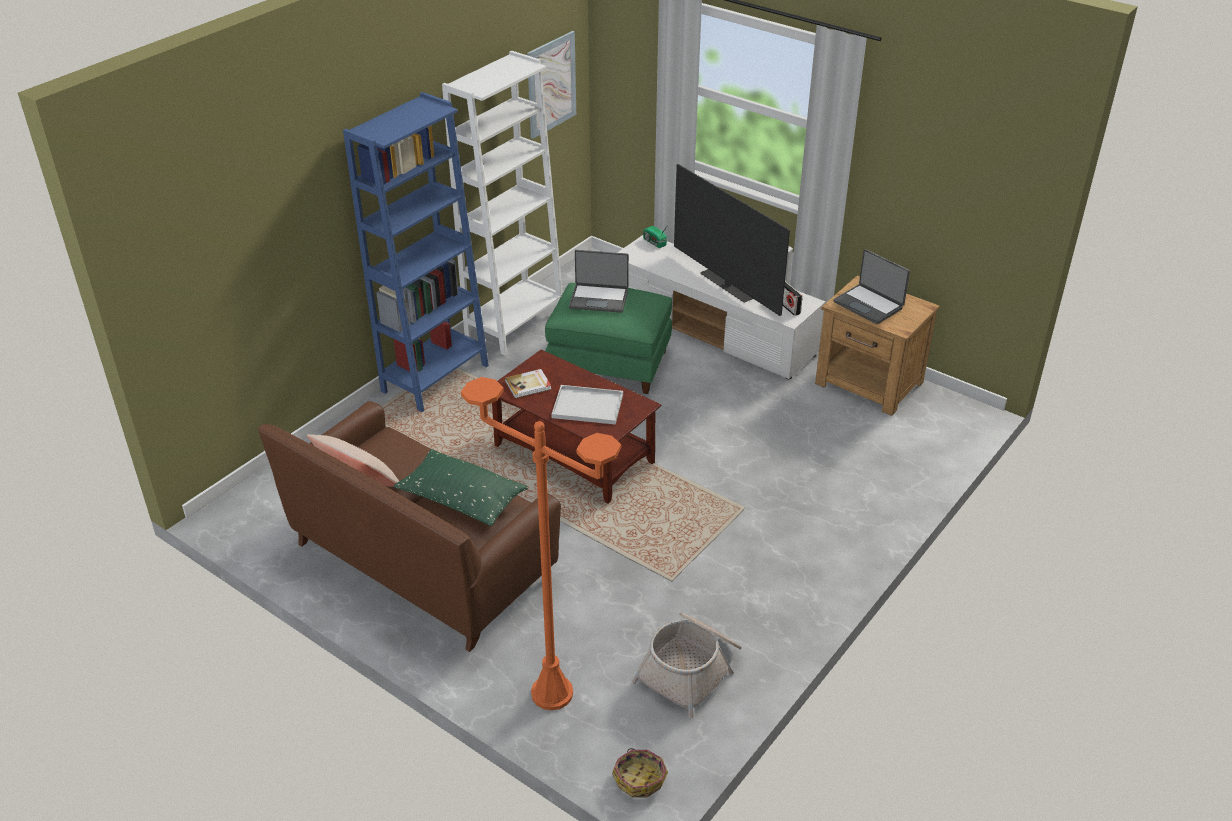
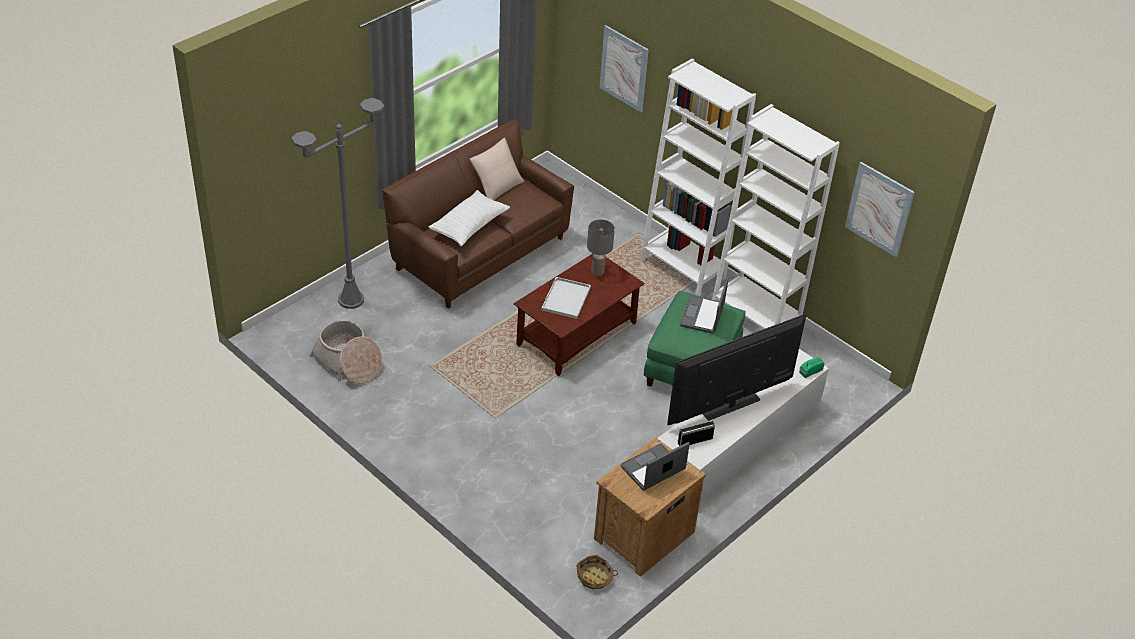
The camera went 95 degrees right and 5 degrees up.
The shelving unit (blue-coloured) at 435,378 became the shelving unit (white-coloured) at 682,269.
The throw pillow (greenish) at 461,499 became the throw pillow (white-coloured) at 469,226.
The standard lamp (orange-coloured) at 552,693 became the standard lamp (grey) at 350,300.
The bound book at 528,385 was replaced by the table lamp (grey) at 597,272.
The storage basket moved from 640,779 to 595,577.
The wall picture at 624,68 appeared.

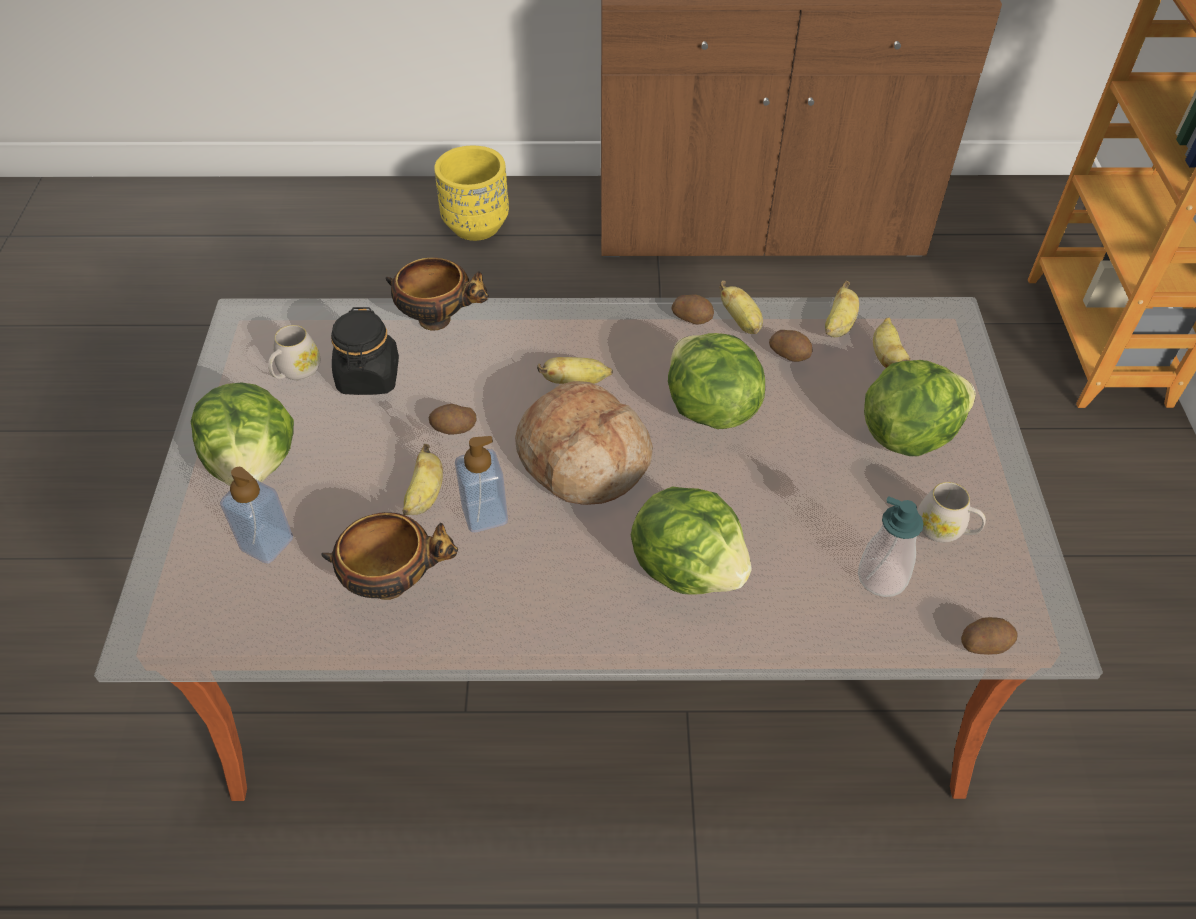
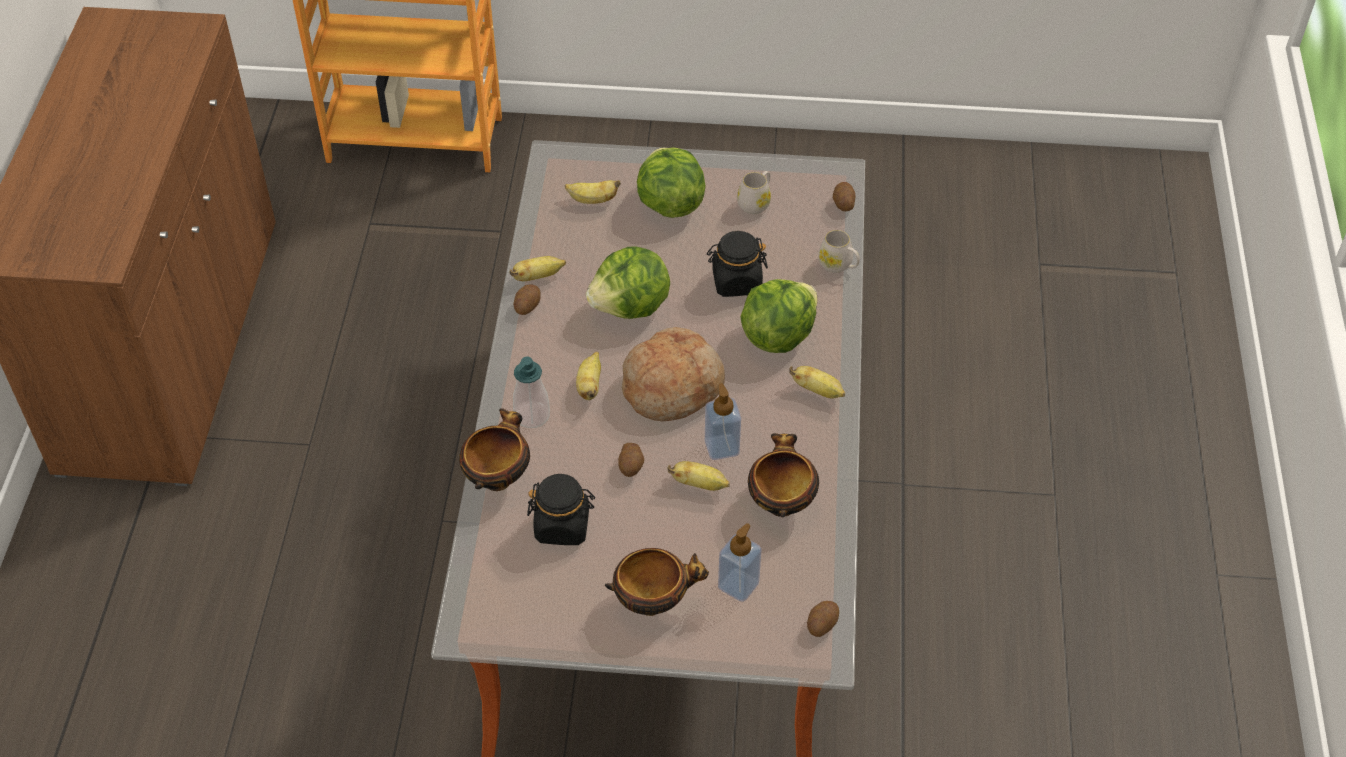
The camera went 85 degrees left and 0 degrees up.
The lettuce at 254,464 was replaced by the deep dish at 653,602.
The mug (white-coloured) moved from 296,372 to 838,265.
The plant pot (yellow) at 476,226 disappeared.
The potato moved from 789,354 to 821,624.
The banana fruit moved from 838,326 to 818,391.
The soap bottle moved from 882,577 to 532,415.
The preserve jar (black) at 736,281 appeared.

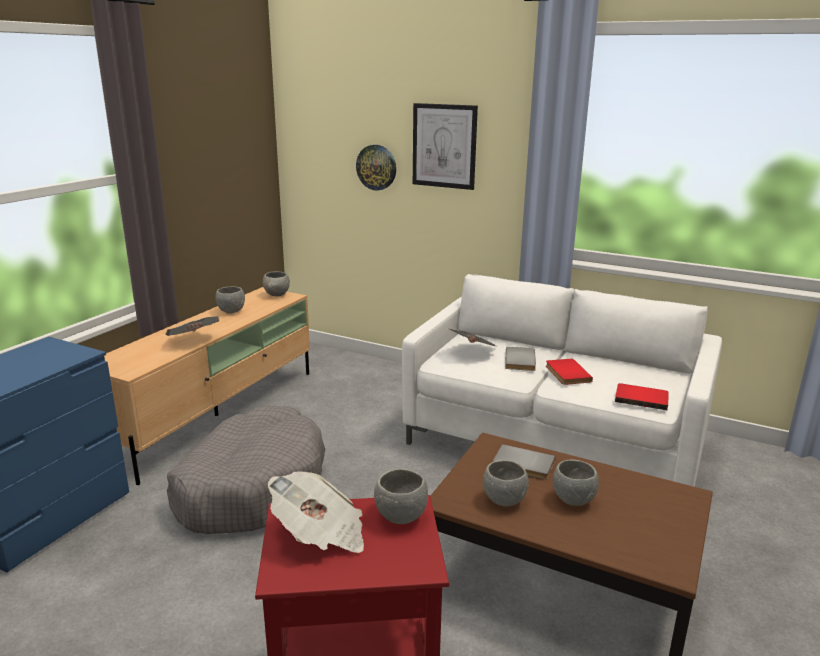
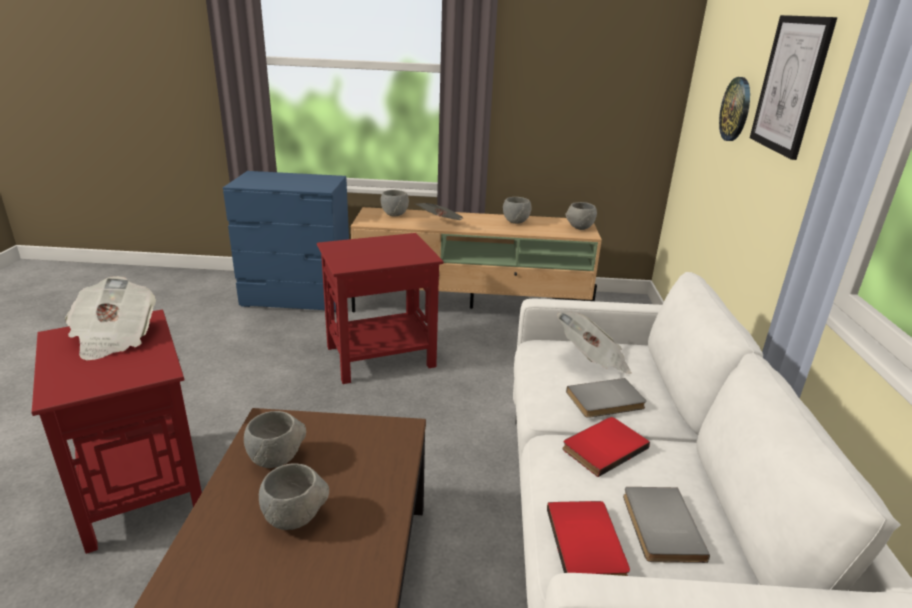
The camera went 65 degrees right and 5 degrees up.
The pet bed (grey) at 251,486 was replaced by the end table (red-coloured) at 379,357.
The deep dish (grey) moved from 400,517 to 395,215.
The bound book (grey) moved from 523,465 to 659,526.

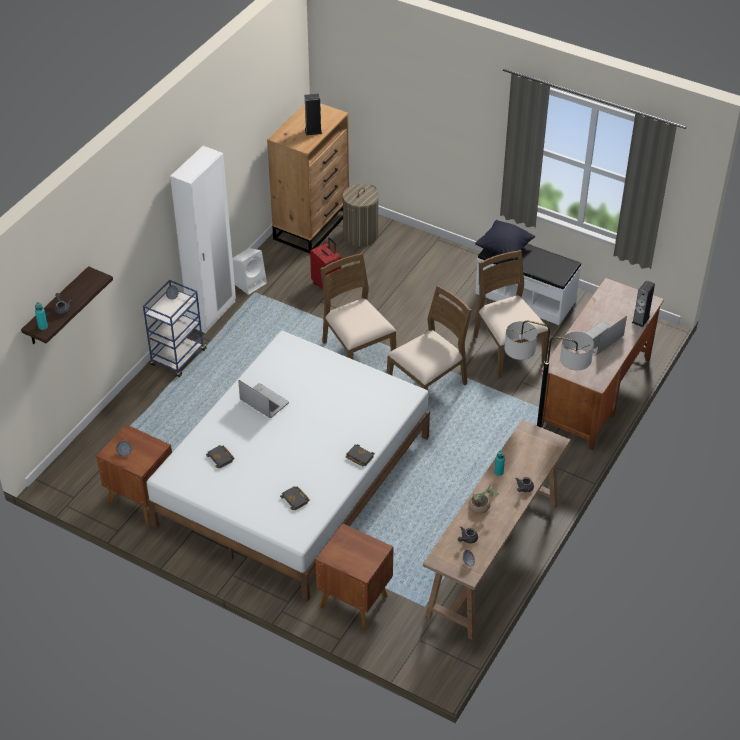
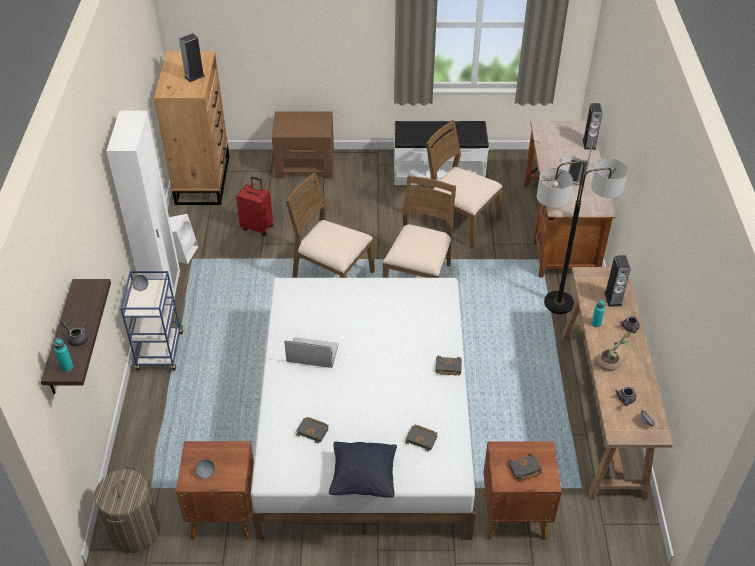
The camera went 30 degrees left and 0 degrees up.
The washing basket moved from 360,235 to 134,531.
The throw pillow (black) moved from 504,249 to 363,479.
The nightstand (brown-coloured) at 305,165 appeared.
The bound book (black) at 524,470 appeared.
The audio speaker at 613,299 appeared.

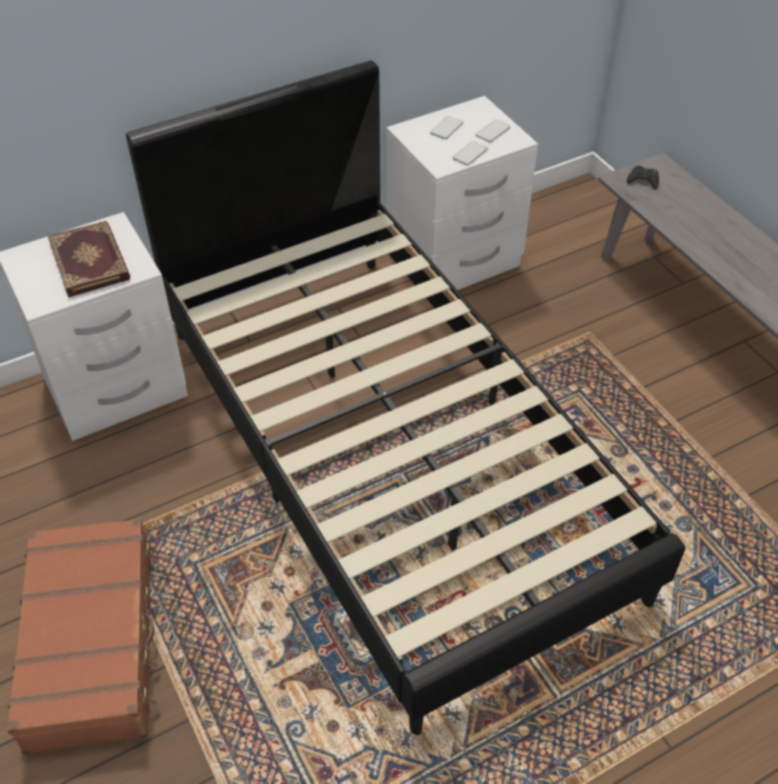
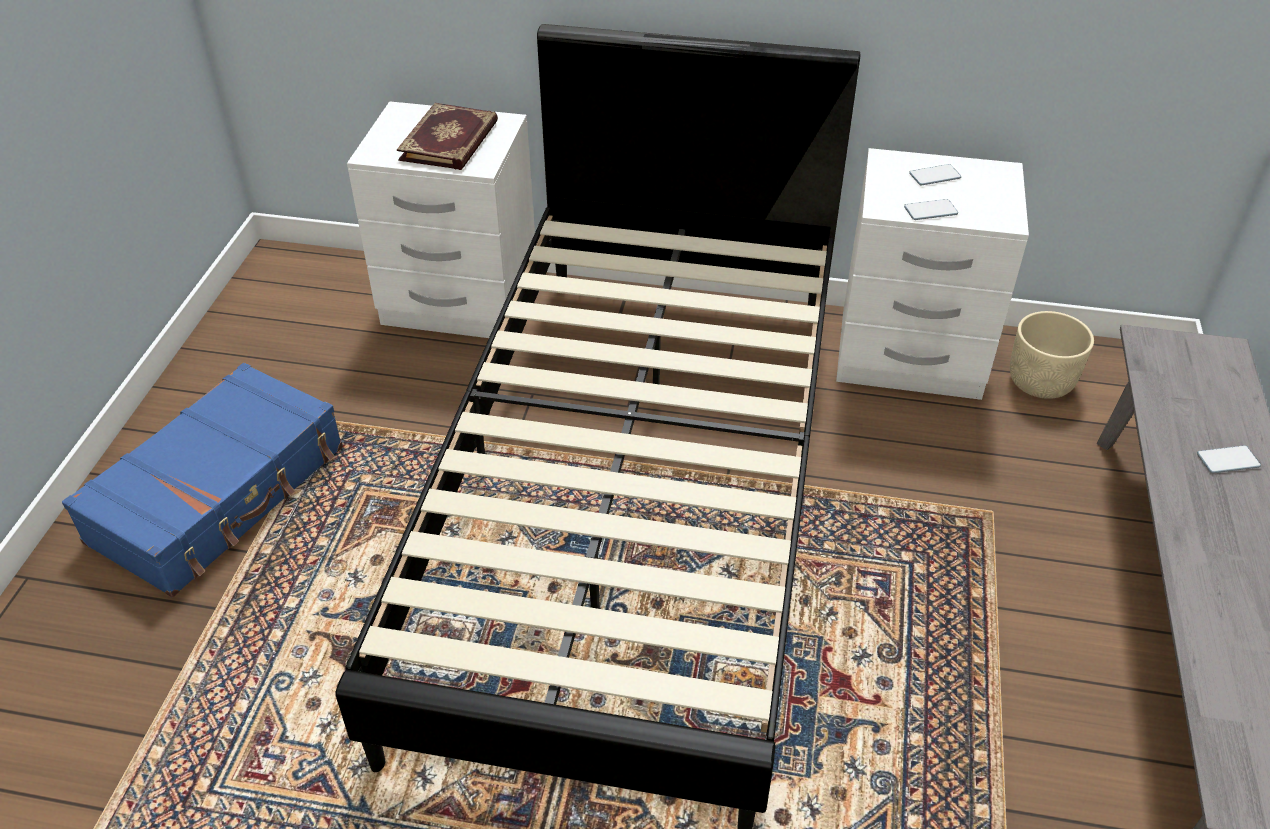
The camera went 40 degrees right and 5 degrees down.
The piece of luggage (brown-coloured) at 94,643 became the piece of luggage (blue-coloured) at 220,495.
The handset moved from 492,132 to 1227,460.
The gamepad (black) at 643,180 disappeared.
The plant pot (beige) at 1041,382 appeared.

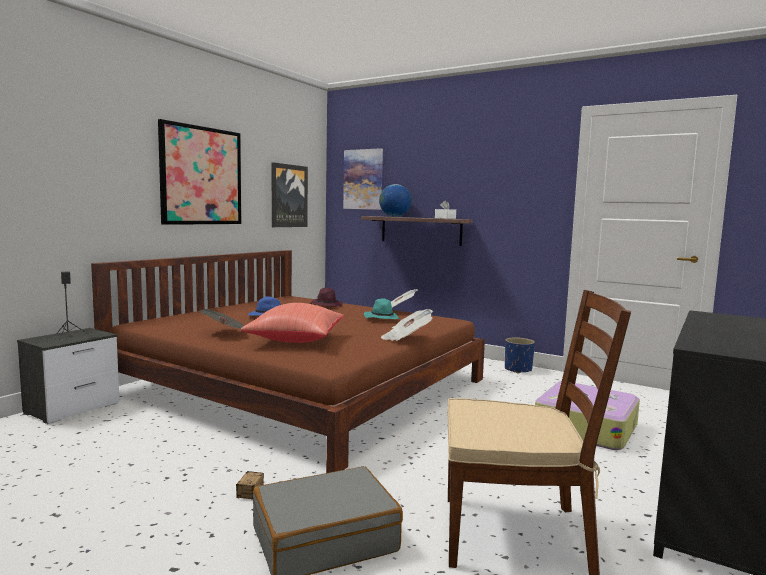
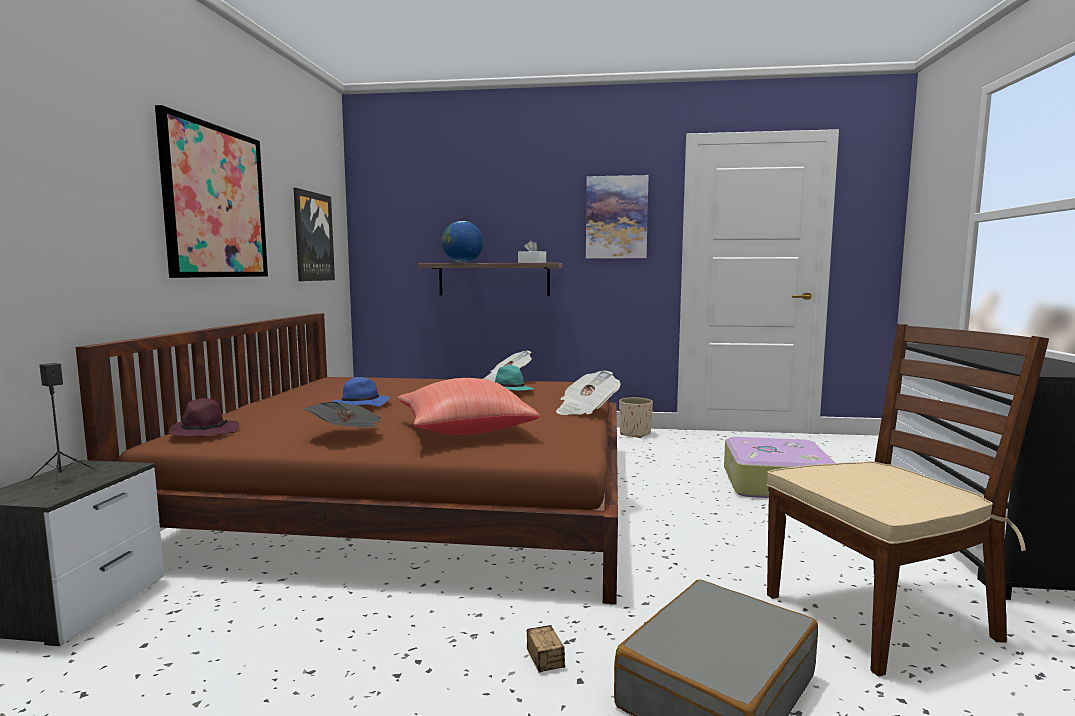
The camera went 25 degrees left and 0 degrees up.
The hat (purplish) moved from 326,305 to 203,433.
The wall picture moved from 363,179 to 616,217.
The plant pot (blue-coloured) at 518,369 became the plant pot (beige) at 635,434.

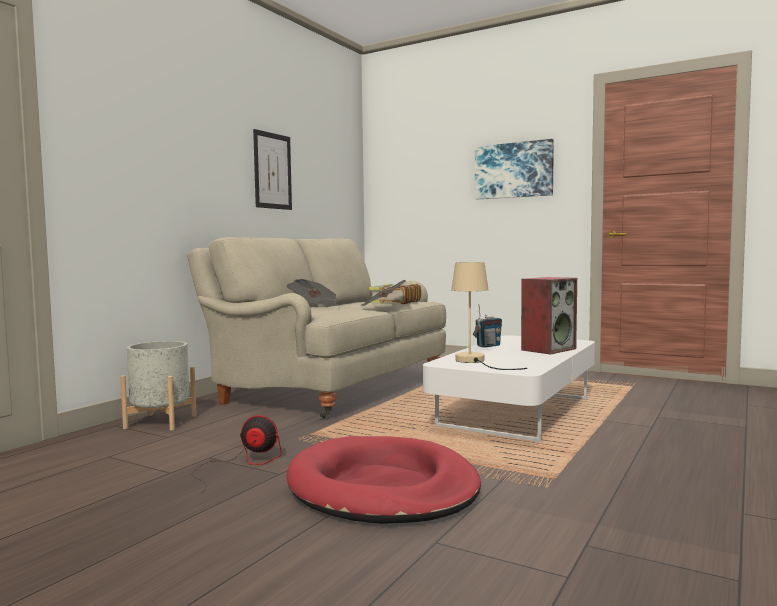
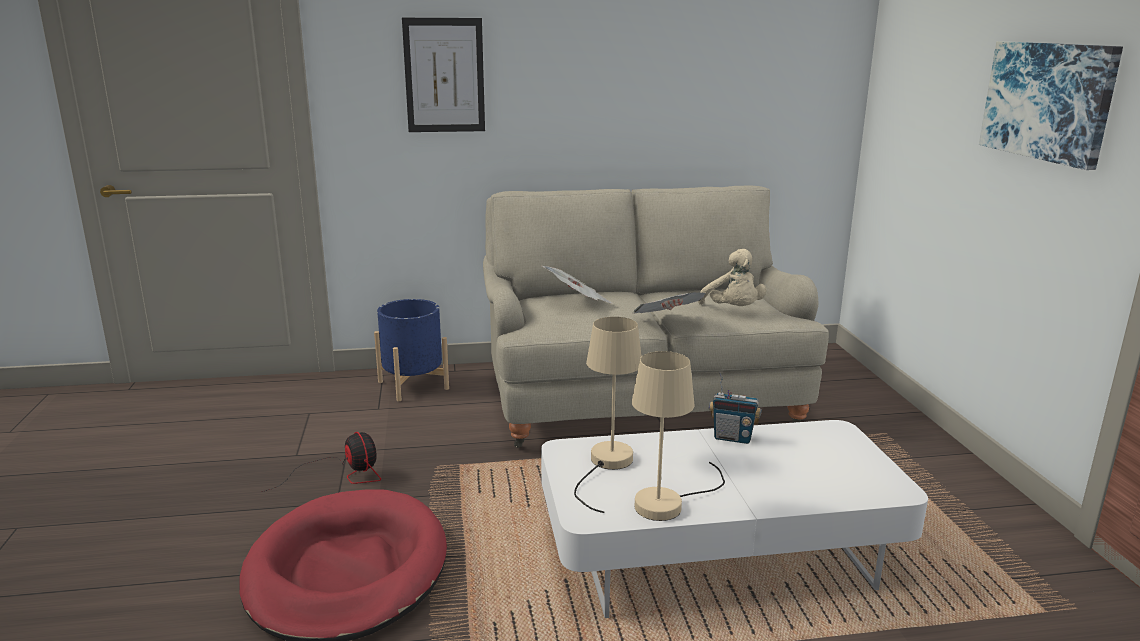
The camera went 50 degrees right and 15 degrees up.
The plant pot (grey) at 161,422 became the plant pot (blue-coloured) at 413,385.
The wall picture moved from 272,171 to 444,75.
The bound book at 394,302 was replaced by the cuddly toy (beige) at 733,310.
The audio speaker at 548,349 disappeared.
The table lamp (beige) at 669,502 appeared.

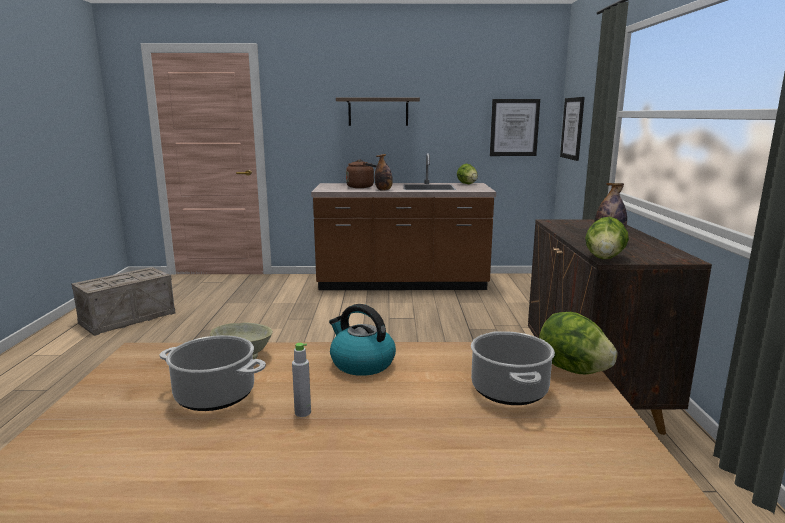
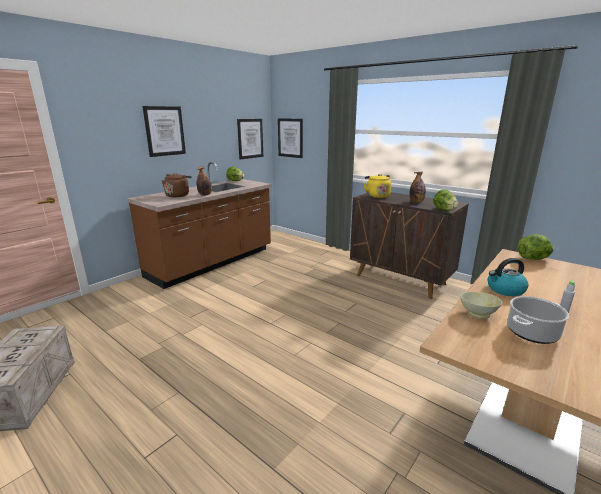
The camera went 50 degrees left and 5 degrees up.
The shelf at 378,112 was replaced by the wall picture at 164,131.
The cooking pot at 508,389 disappeared.
The water kettle (yellow) at 377,196 appeared.

